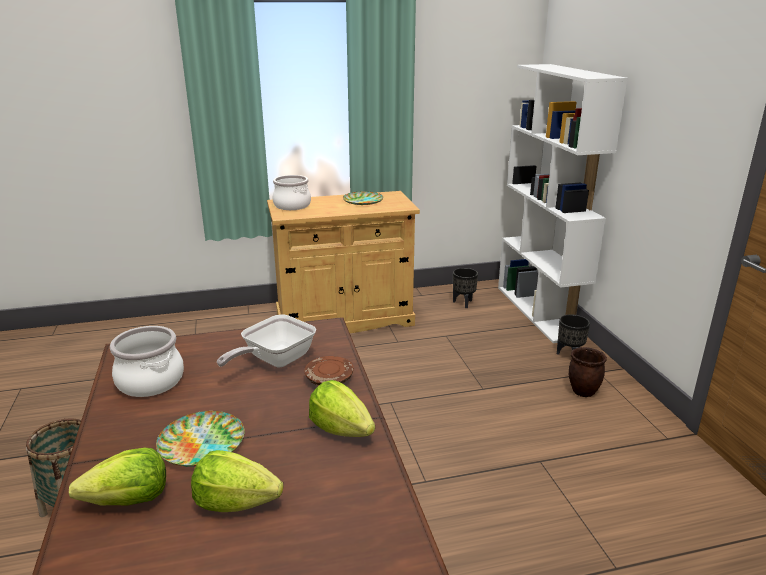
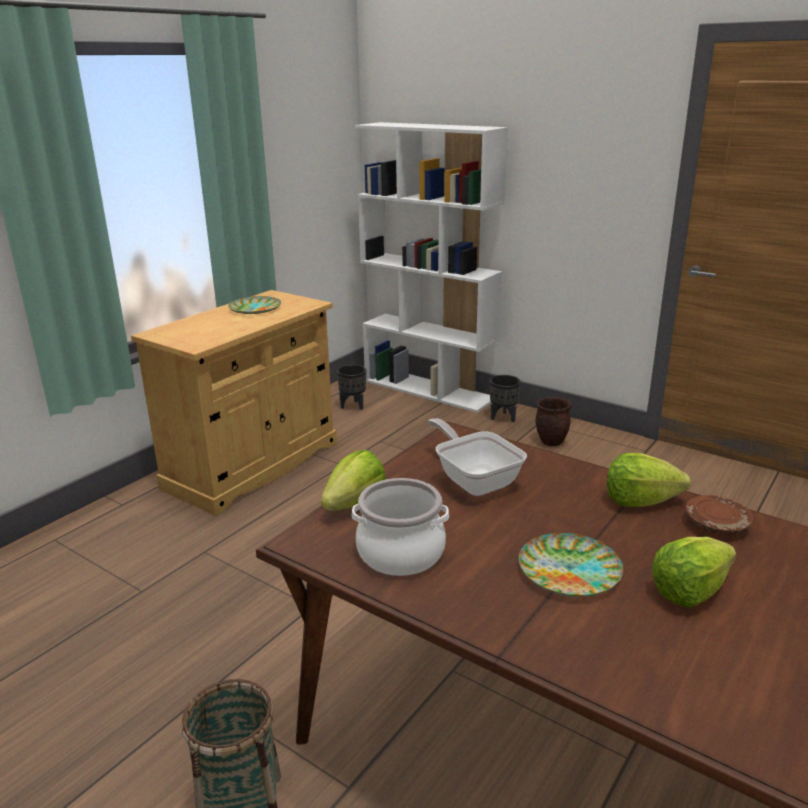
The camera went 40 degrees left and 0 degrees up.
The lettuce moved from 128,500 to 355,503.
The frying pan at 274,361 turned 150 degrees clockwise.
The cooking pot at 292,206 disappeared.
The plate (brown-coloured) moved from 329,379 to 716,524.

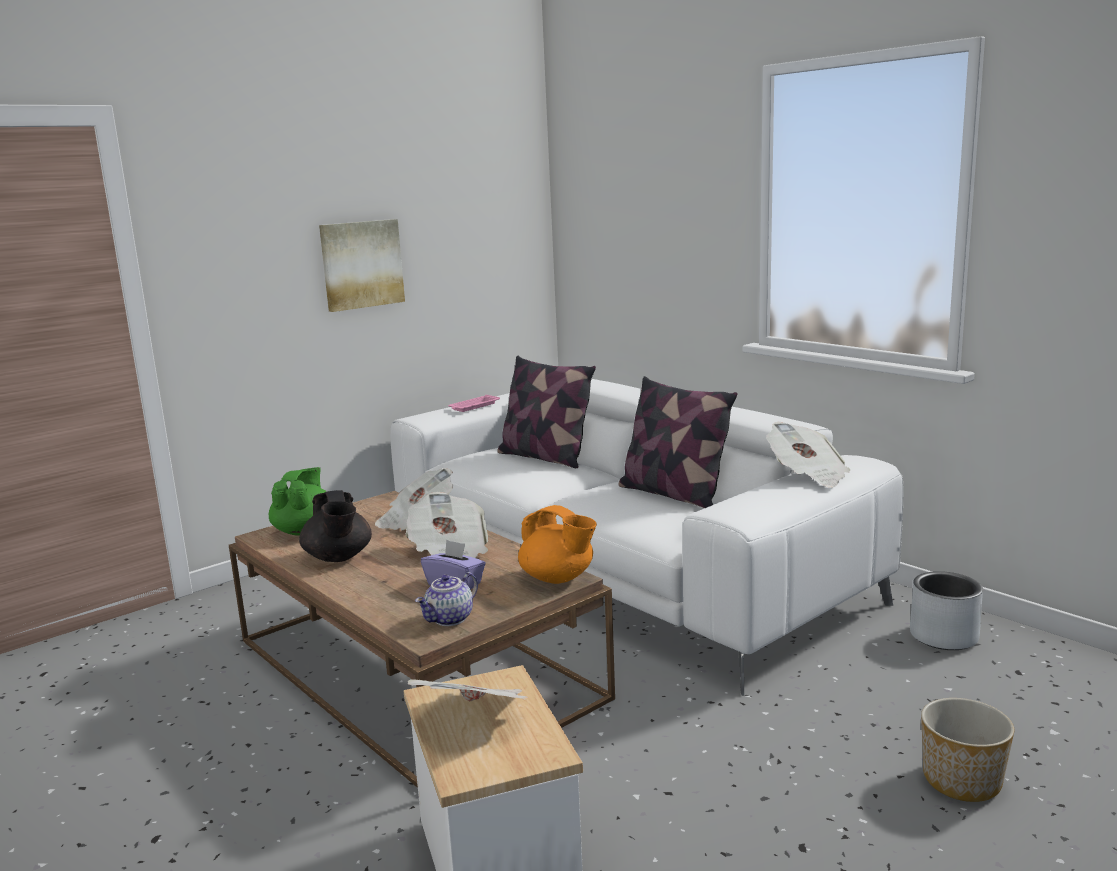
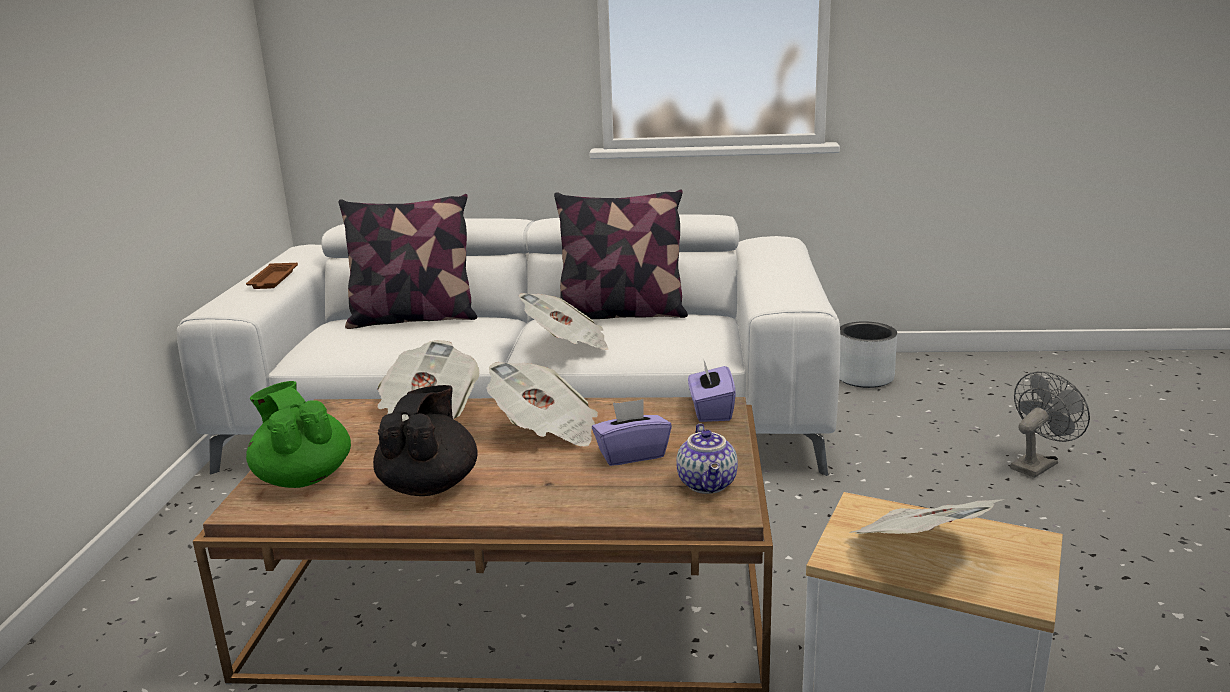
The camera went 45 degrees left and 5 degrees up.
The teapot (black) at 338,558 turned 105 degrees counterclockwise.
The wall picture at 361,264 disappeared.
The serving tray (pinkish) at 473,406 became the serving tray (brown-coloured) at 273,280.
The teapot (orange-coloured) at 558,578 was replaced by the box of tissues (purplish) at 710,411.
The printed paper moved from 807,475 to 567,343.
The plant pot at 960,780 was replaced by the electric fan (grey) at 1037,464.

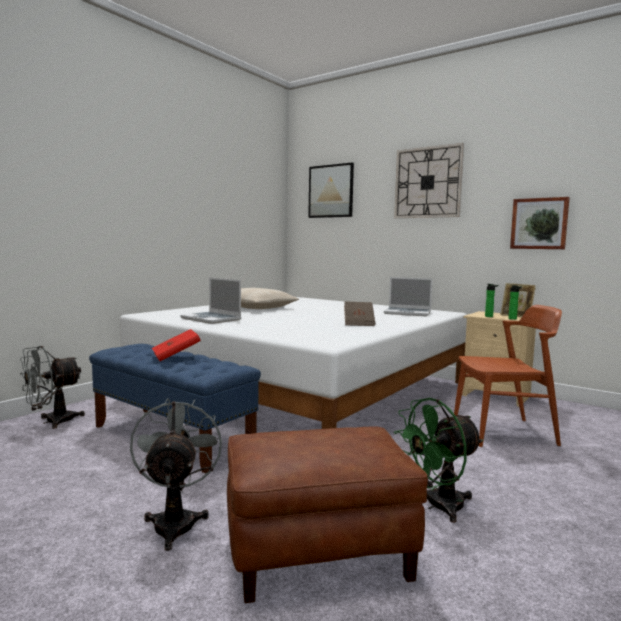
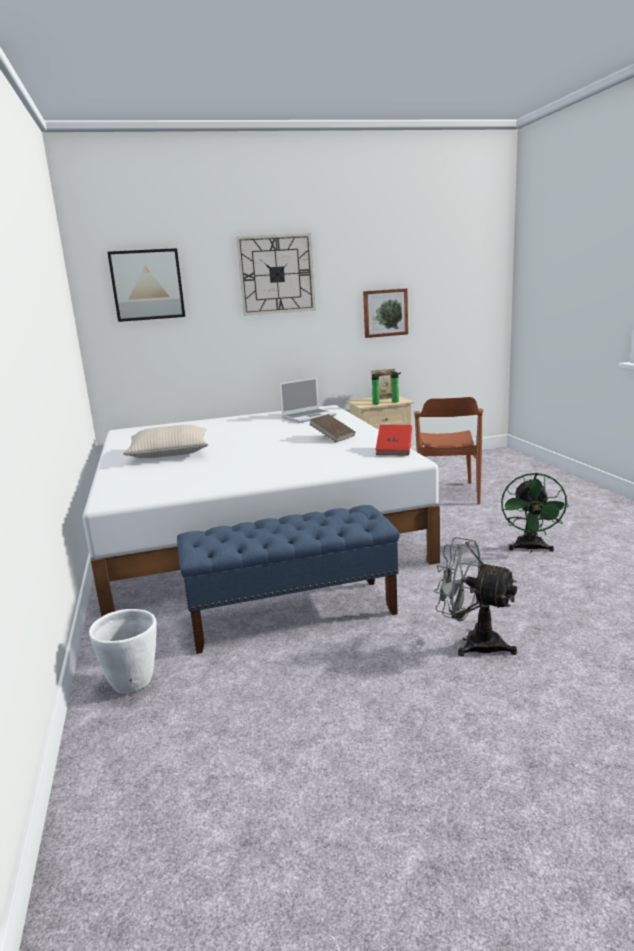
The camera went 50 degrees left and 10 degrees up.
The electric fan (grey) at 52,422 was replaced by the plant pot (white-coloured) at 133,683.
The bound book (red-coloured) moved from 176,356 to 394,450.
The portable computer at 212,319 disappeared.
The pouffe (brown-coloured) at 319,550 disappeared.
The plain chair (brown-coloured) at 504,432 turned 150 degrees clockwise.

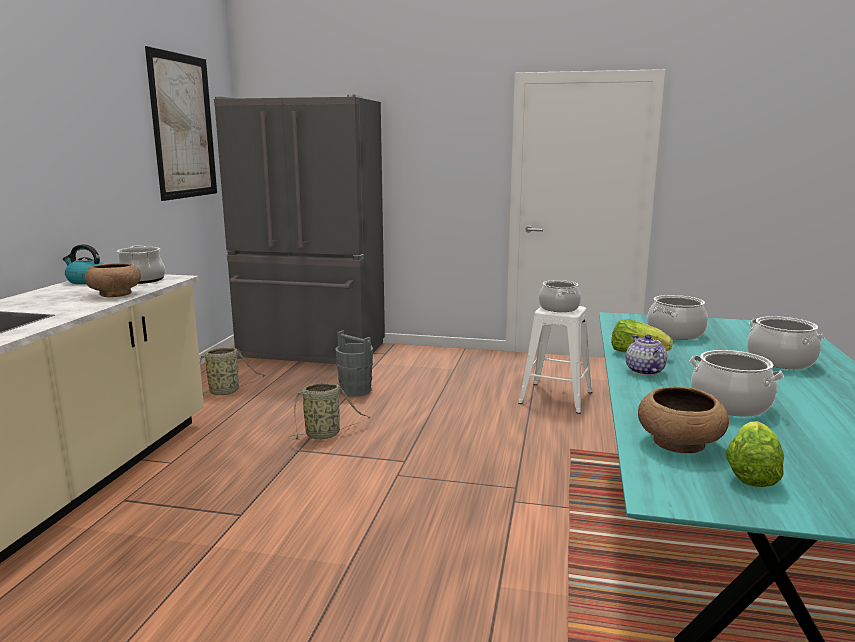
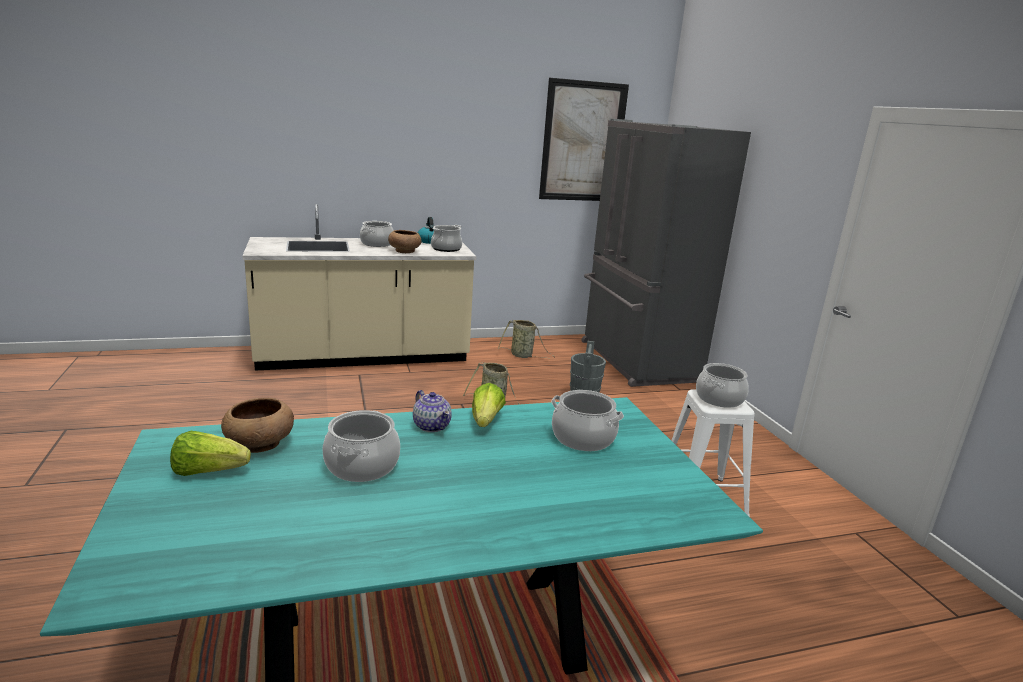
The camera went 60 degrees right and 5 degrees up.
The teapot at 644,371 turned 90 degrees clockwise.
The cooking pot moved from 780,361 to 377,244.

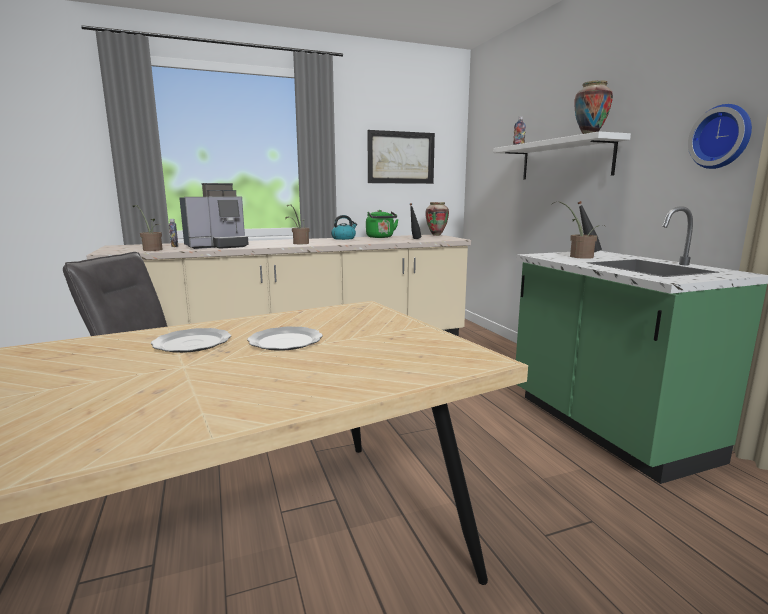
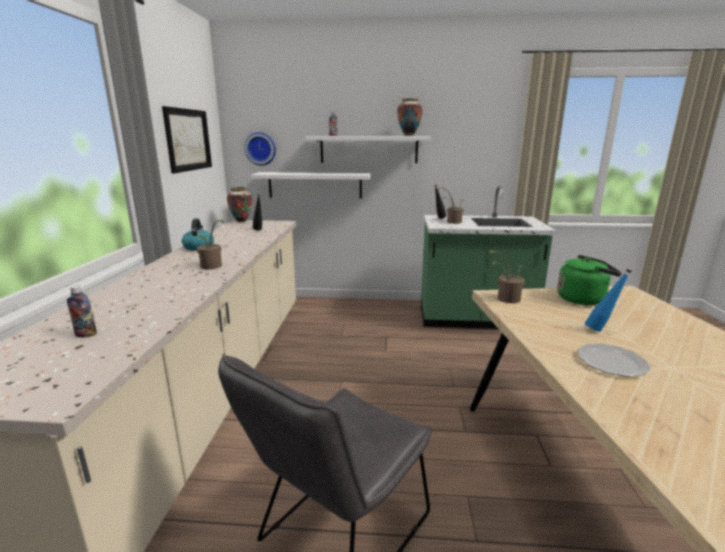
The camera went 65 degrees left and 5 degrees up.
The potted plant moved from 152,249 to 505,299.
The coffee brewer at 218,246 disappeared.
The plate at 285,342 was replaced by the drink bottle (blue-coloured) at 601,330.
The water kettle (greenish) moved from 381,237 to 583,299.
The clock on the wall moved from 722,137 to 261,149.
The shelf (white-coloured) at 315,185 appeared.

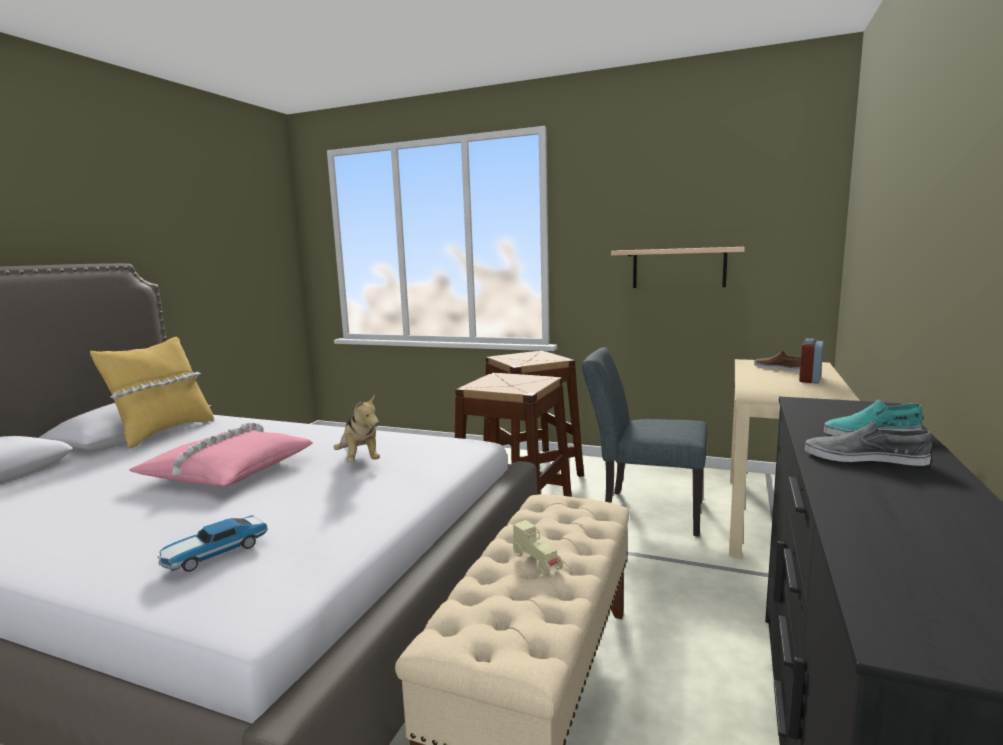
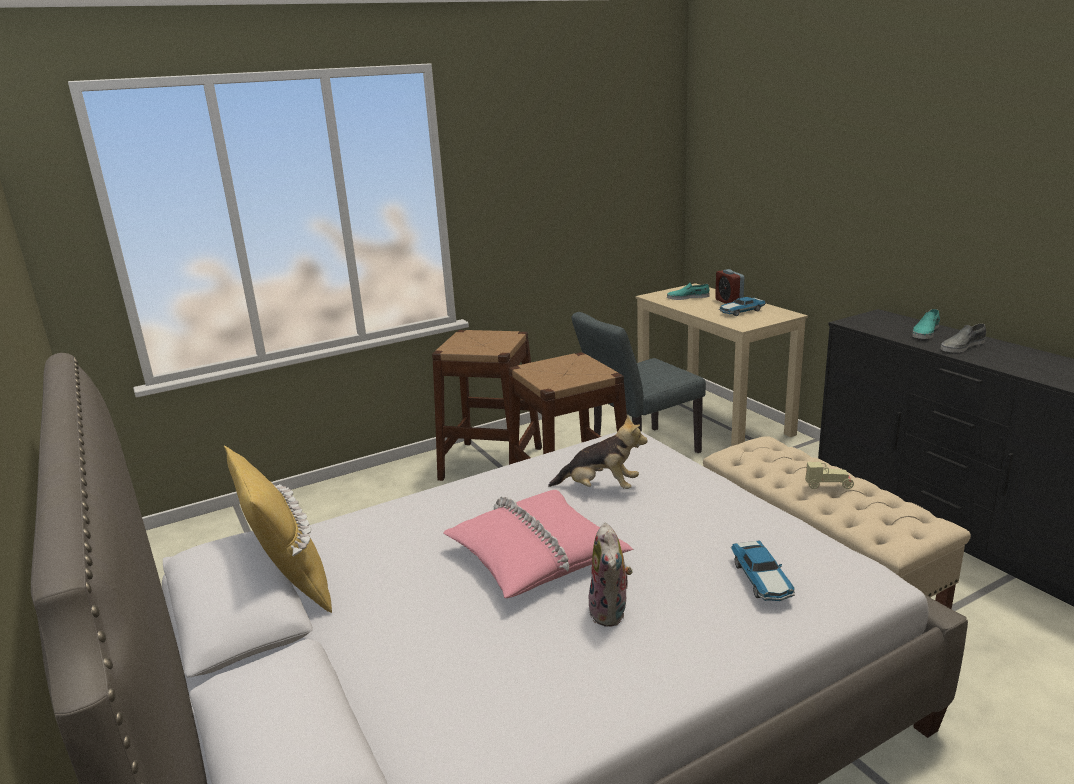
The camera went 50 degrees left and 10 degrees up.
The shelf at 678,268 disappeared.
The item of footwear (brown-coloured) at 779,368 became the item of footwear (turquoise-coloured) at 687,297.
The cuddly toy at 611,613 appeared.
The toy car at 741,311 appeared.

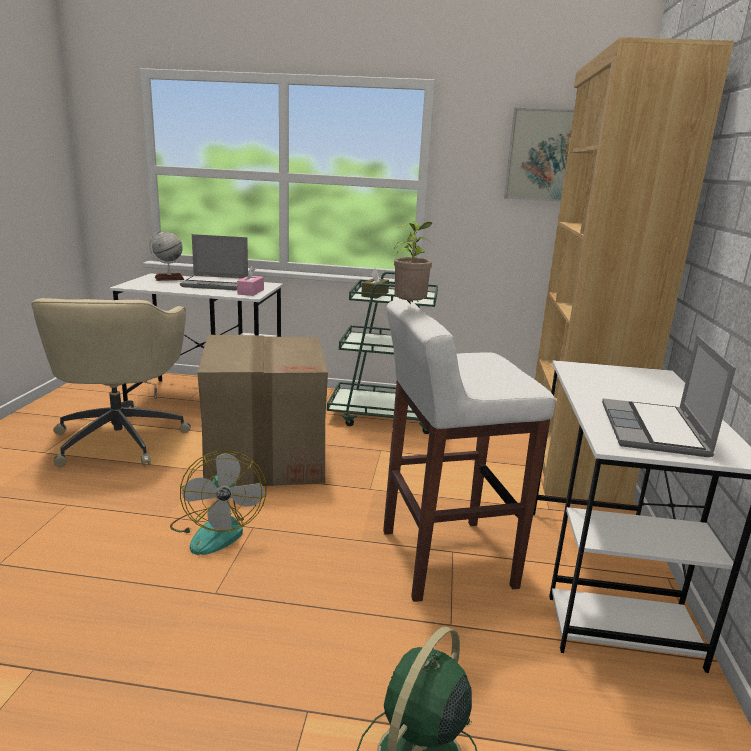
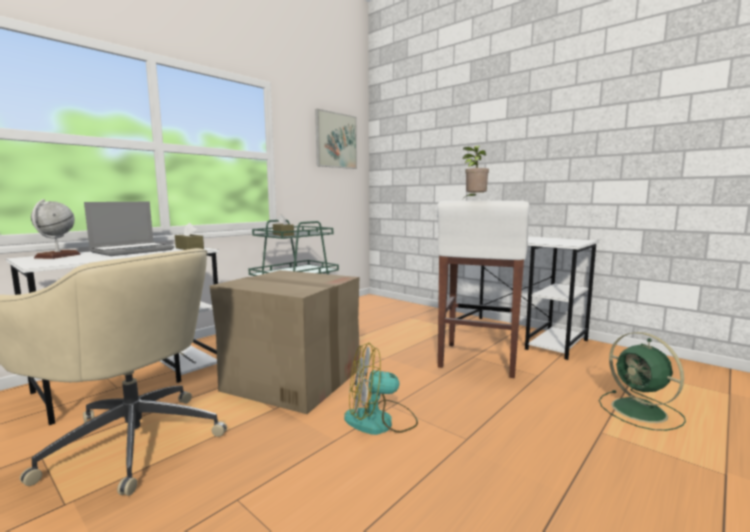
The camera went 55 degrees left and 10 degrees down.
The electric fan at 217,529 turned 150 degrees clockwise.
The box of tissues (pinkish) at 251,292 became the box of tissues (brown-coloured) at 189,248.
The shelving unit (brown-coloured) at 572,456 disappeared.
The portable computer at 655,431 disappeared.

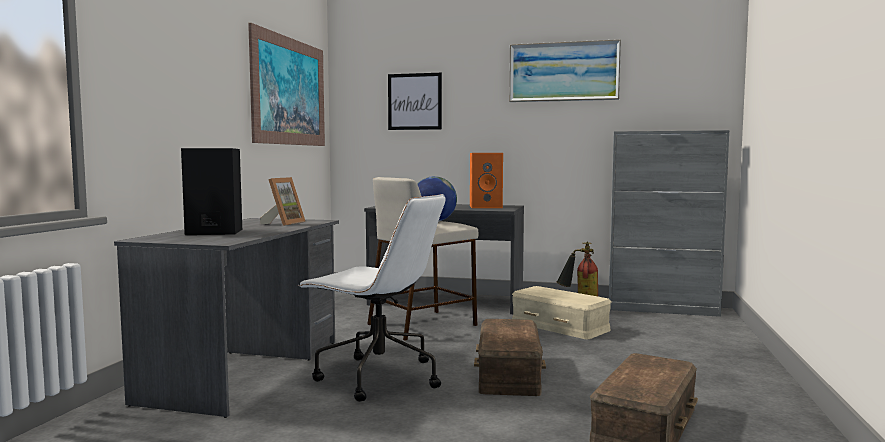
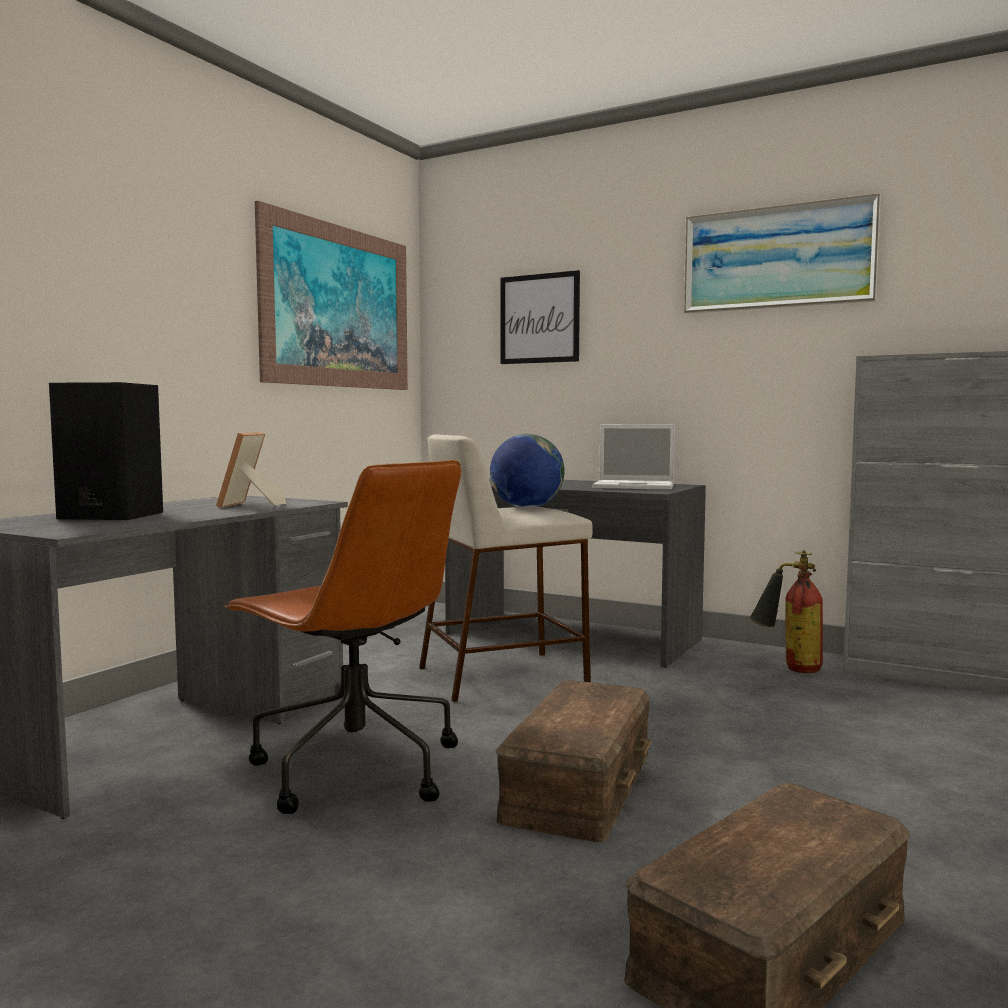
The camera went 15 degrees right and 0 degrees up.
The photo frame at 284,223 turned 150 degrees clockwise.
The office chair (white-coloured) at 377,377 became the office chair (brown-coloured) at 353,768.
The audio speaker (orange-coloured) at 486,207 was replaced by the portable computer at 636,486.
The storage container (beige) at 560,325 disappeared.

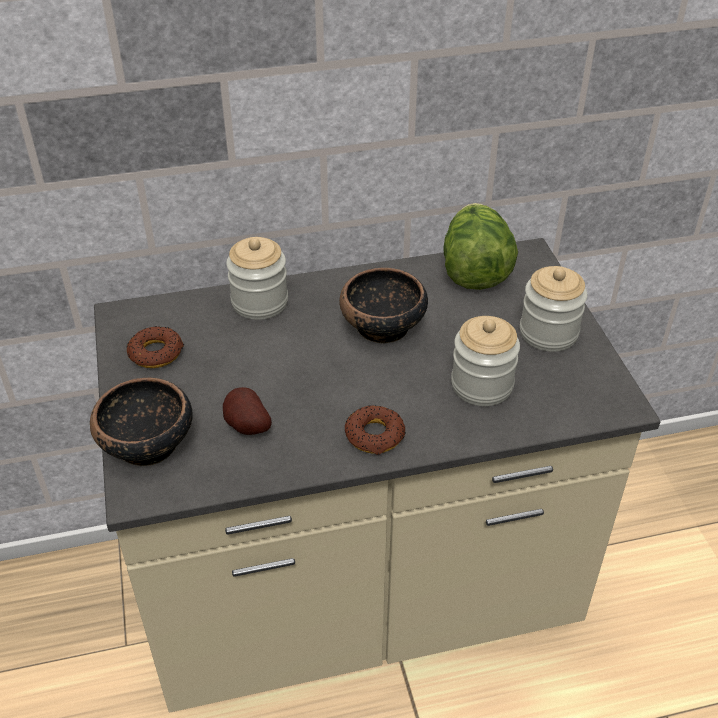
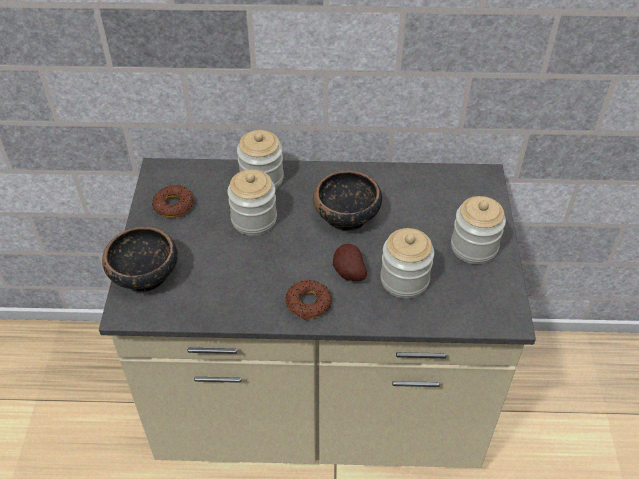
The camera went 15 degrees right and 5 degrees up.
The potato moved from 246,427 to 347,273.
The lettuce at 474,270 disappeared.
The preserve jar at 254,219 appeared.

